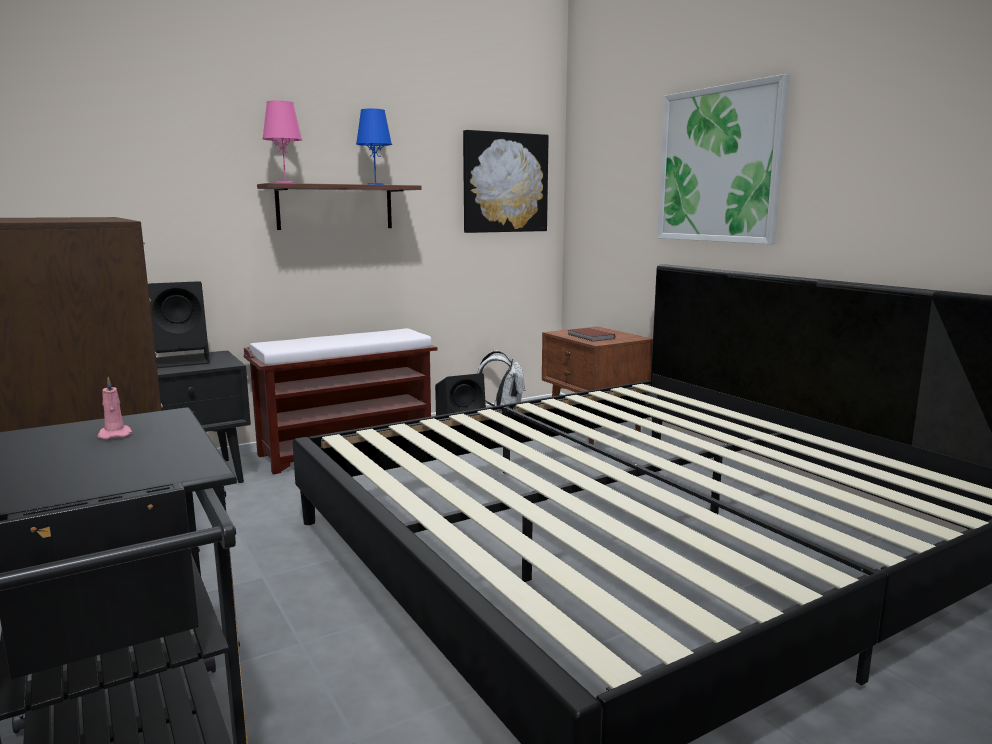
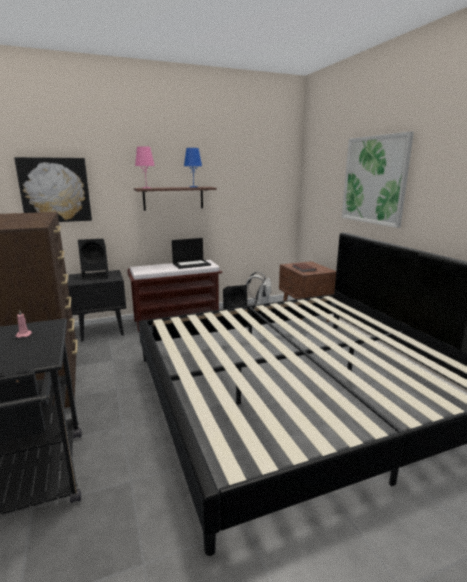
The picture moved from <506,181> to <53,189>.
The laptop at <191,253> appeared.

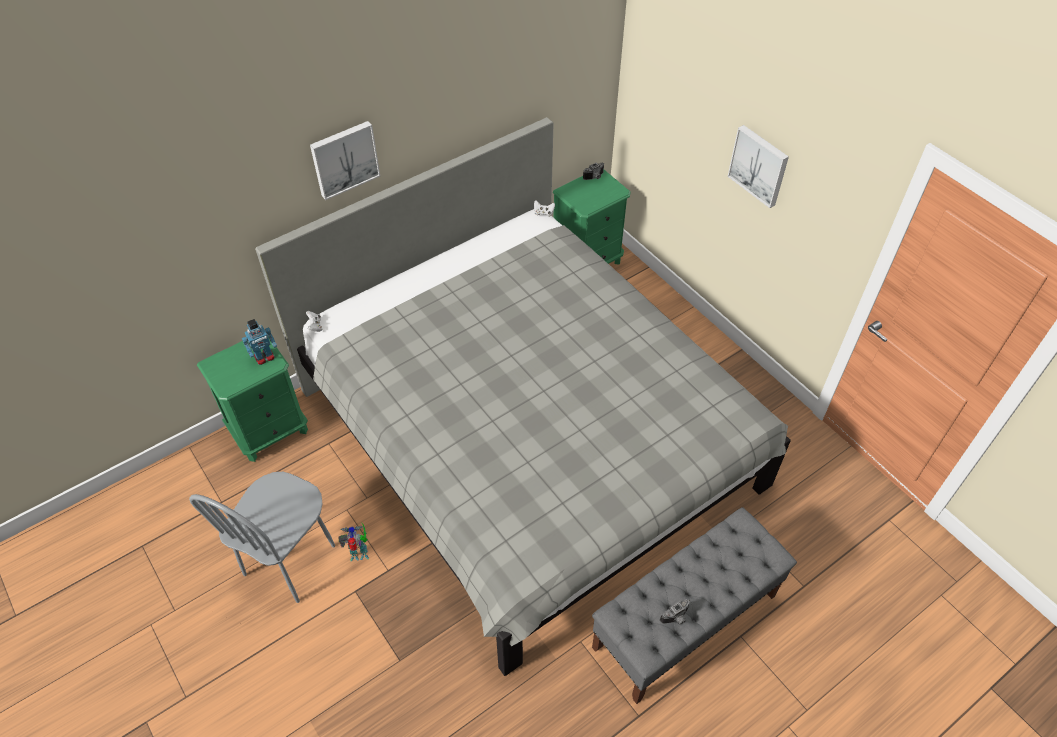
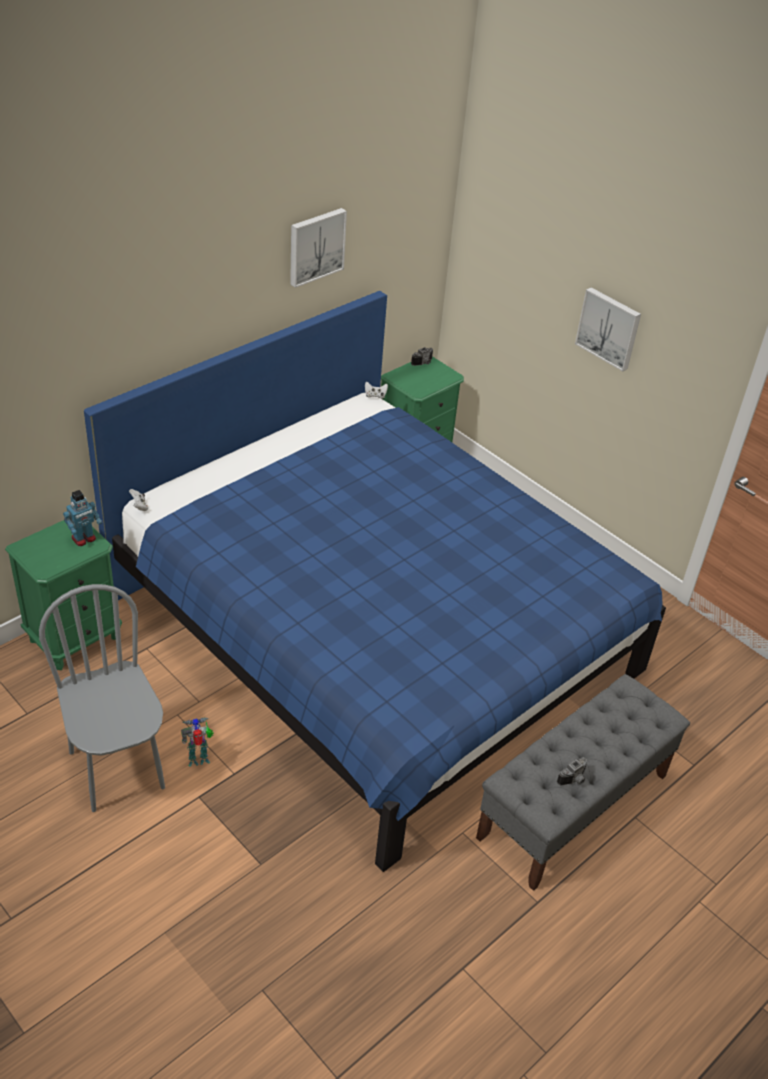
The grey bed at <523,396> became the blue bed at <375,581>.
The picture moved from <345,160> to <318,248>.
The grey chair at <262,537> turned 135 degrees clockwise.

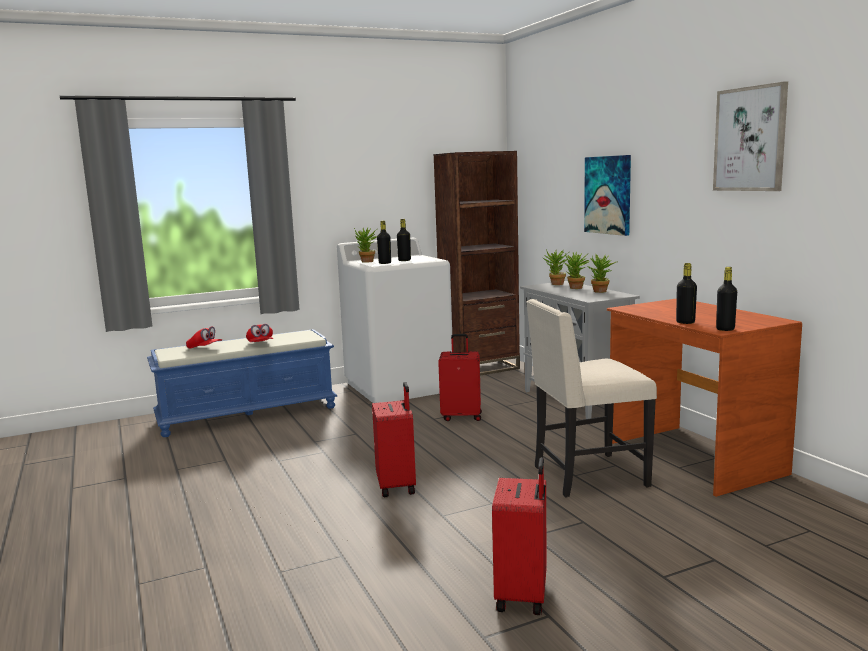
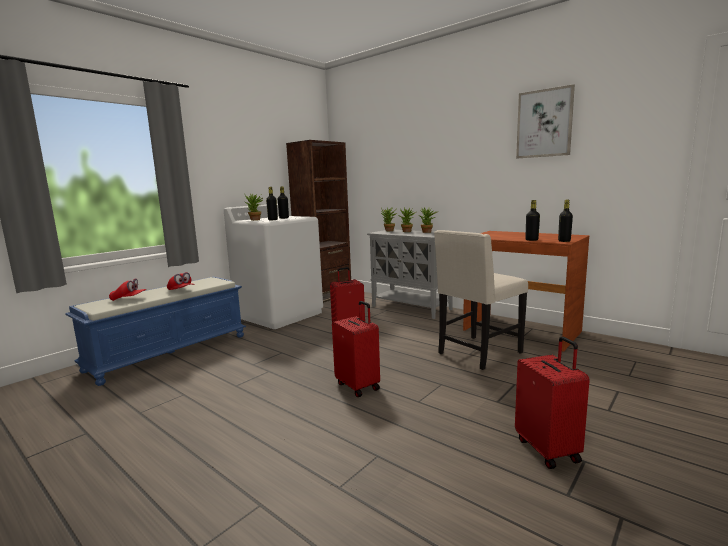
The picture at <607,195> disappeared.

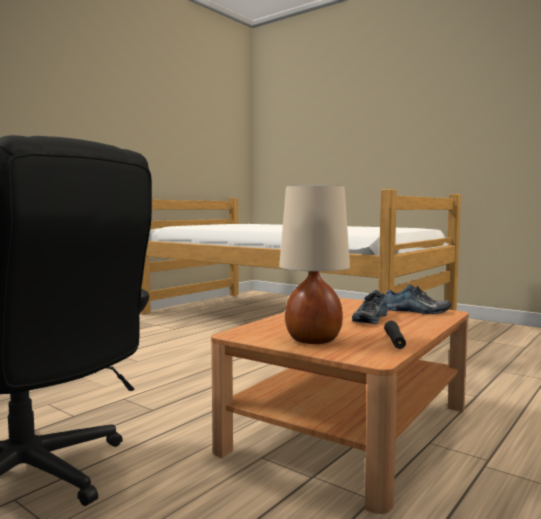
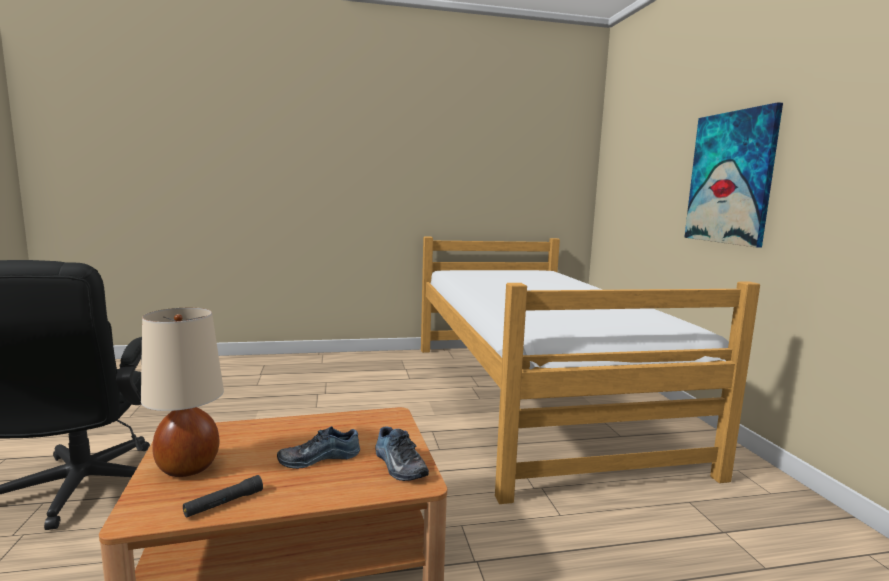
The picture at <733,175> appeared.

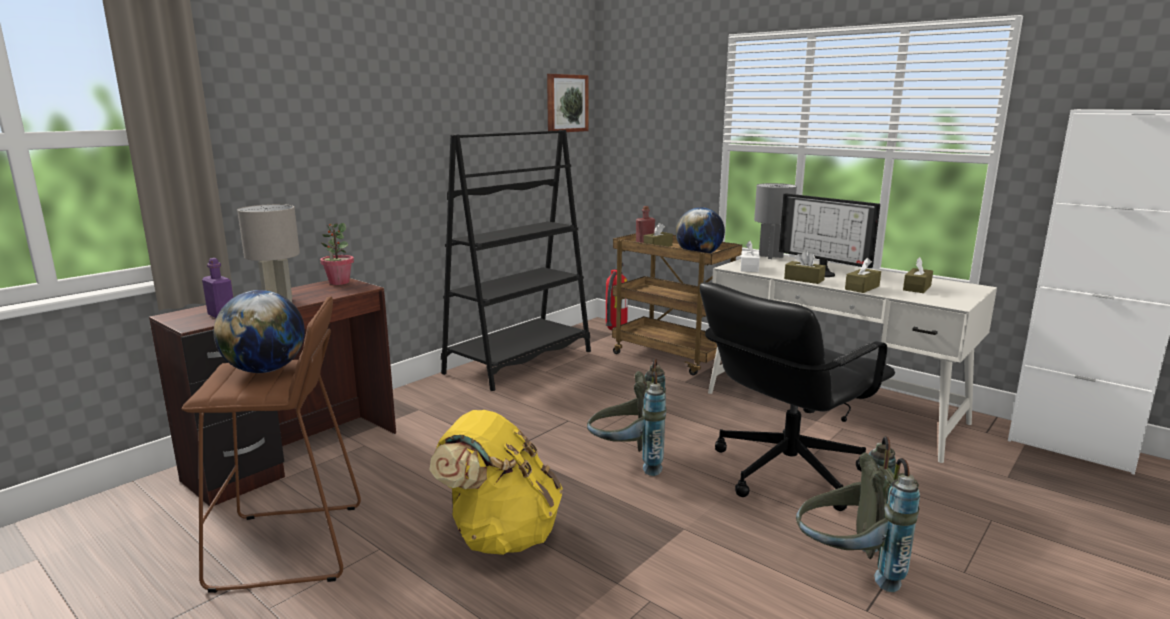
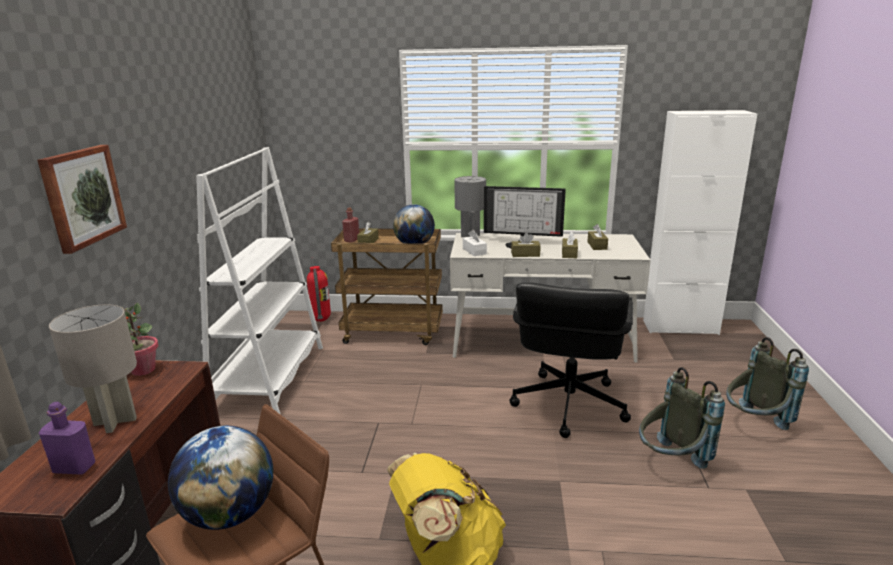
The picture moved from <568,103> to <82,199>.
The black bookcase at <516,260> became the white bookcase at <259,281>.
The grey backpack moved from <626,417> to <767,383>.

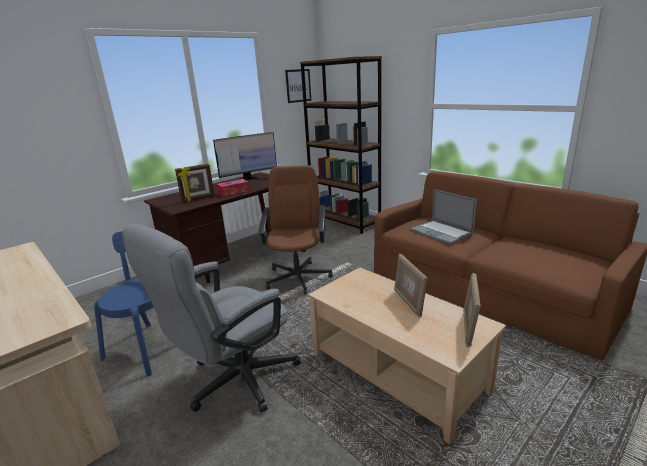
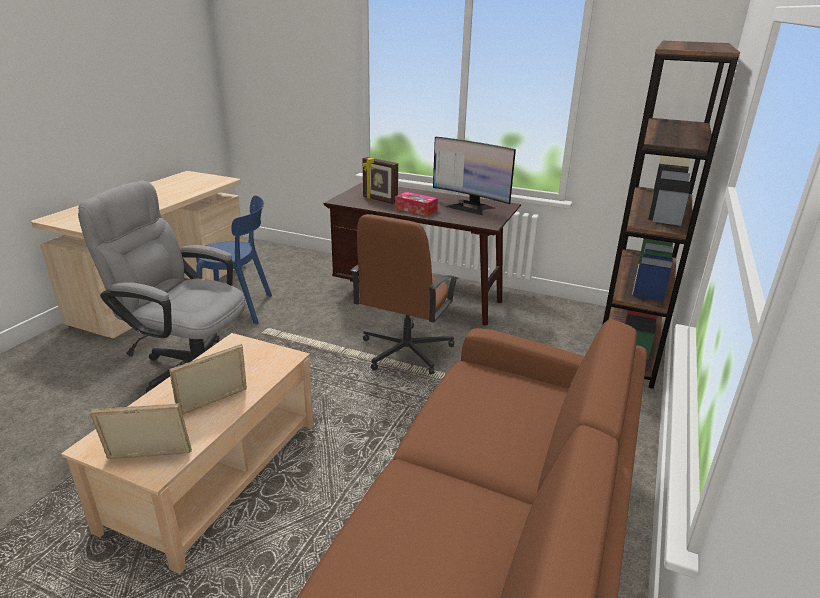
The picture at <298,86> disappeared.
The brown office chair at <295,230> turned 135 degrees clockwise.
The laptop at <443,216> disappeared.

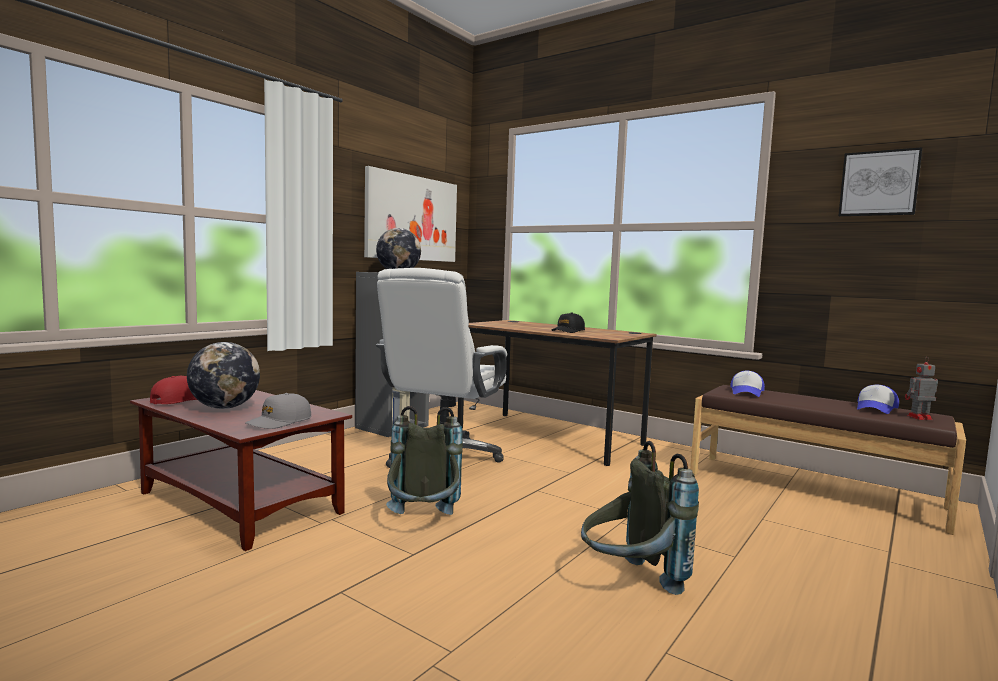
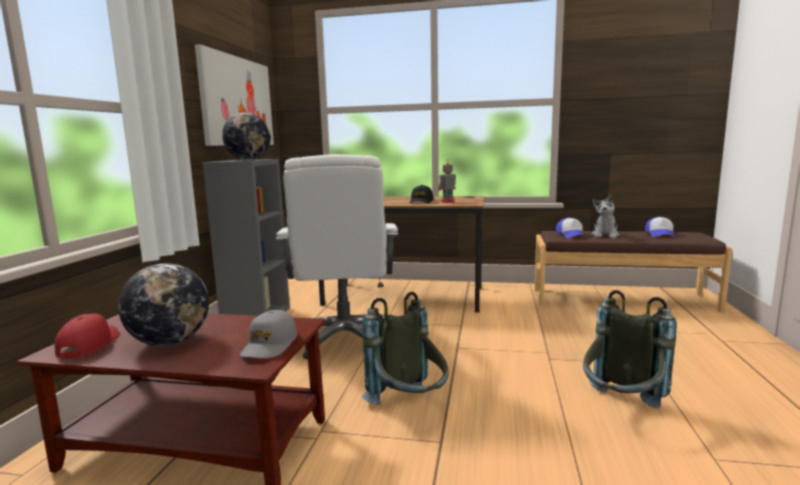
The picture at <880,181> disappeared.
The toy robot moved from <921,389> to <447,181>.
The plush toy at <605,216> appeared.

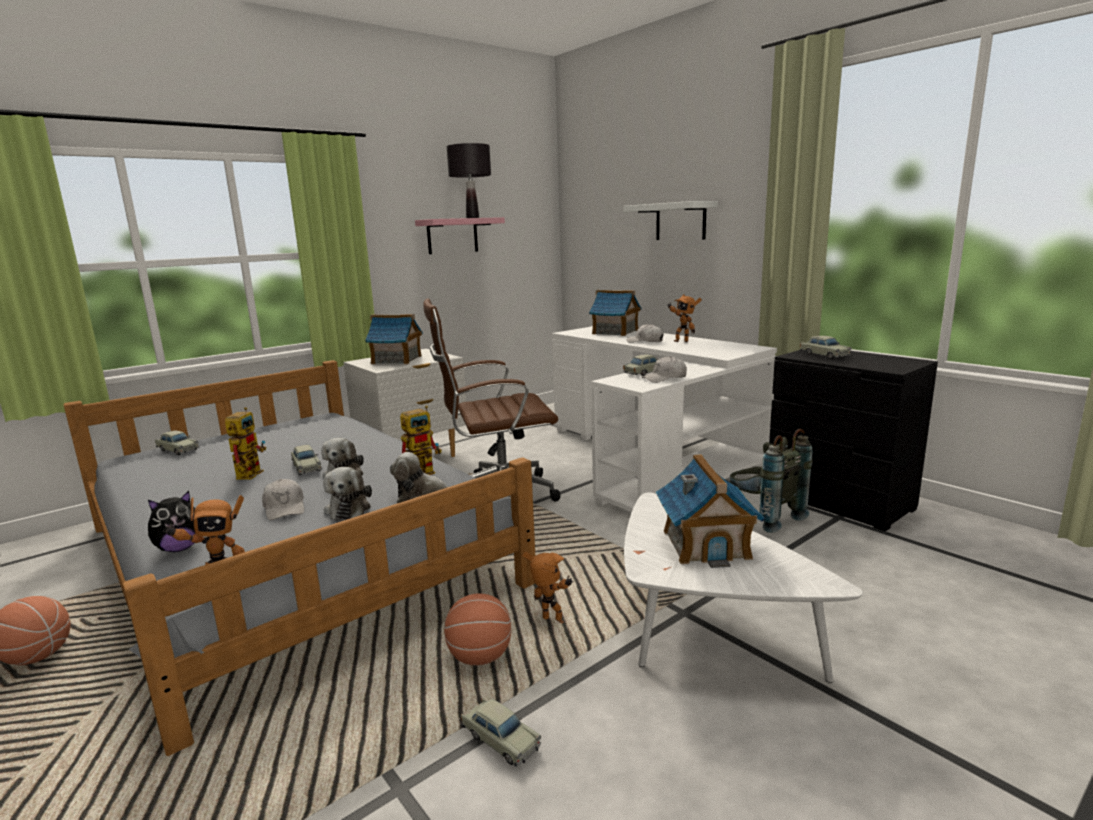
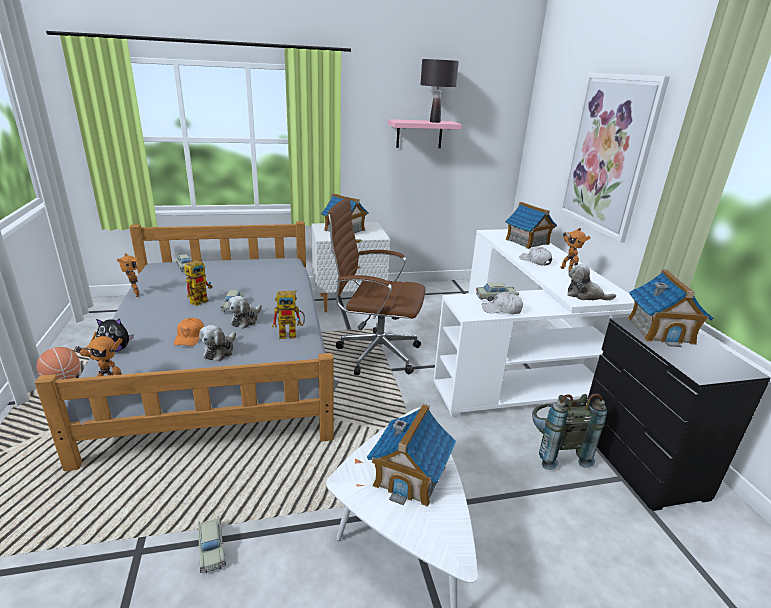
The white shelf at <671,220> was replaced by the picture at <614,158>.
The beige toy car at <826,347> was replaced by the toy house at <670,308>.
The plush toy moved from <419,477> to <591,282>.
The white cap at <283,499> became the orange cap at <189,332>.
The toy robot moved from <548,587> to <128,275>.
The basketball at <477,629> disappeared.

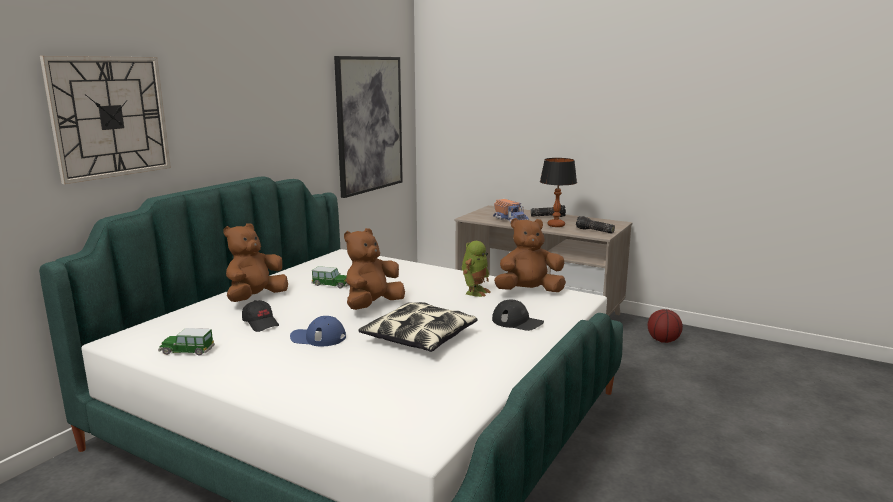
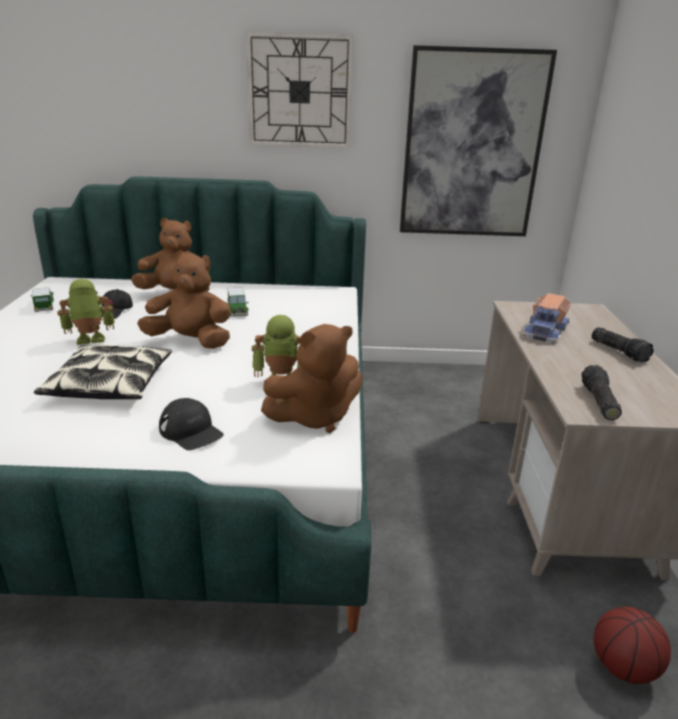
The wall clock moved from <105,120> to <299,90>.
The table lamp at <558,192> disappeared.
The brown plush toy at <530,255> turned 105 degrees clockwise.
The black cap at <518,315> turned 45 degrees counterclockwise.
The blue cap at <318,331> was replaced by the toy robot at <86,312>.

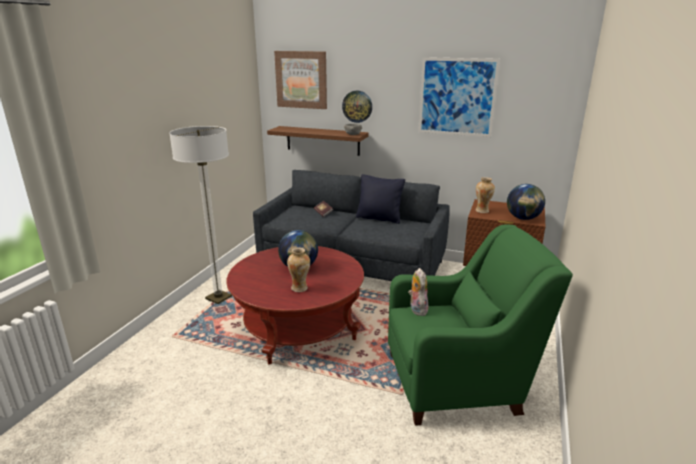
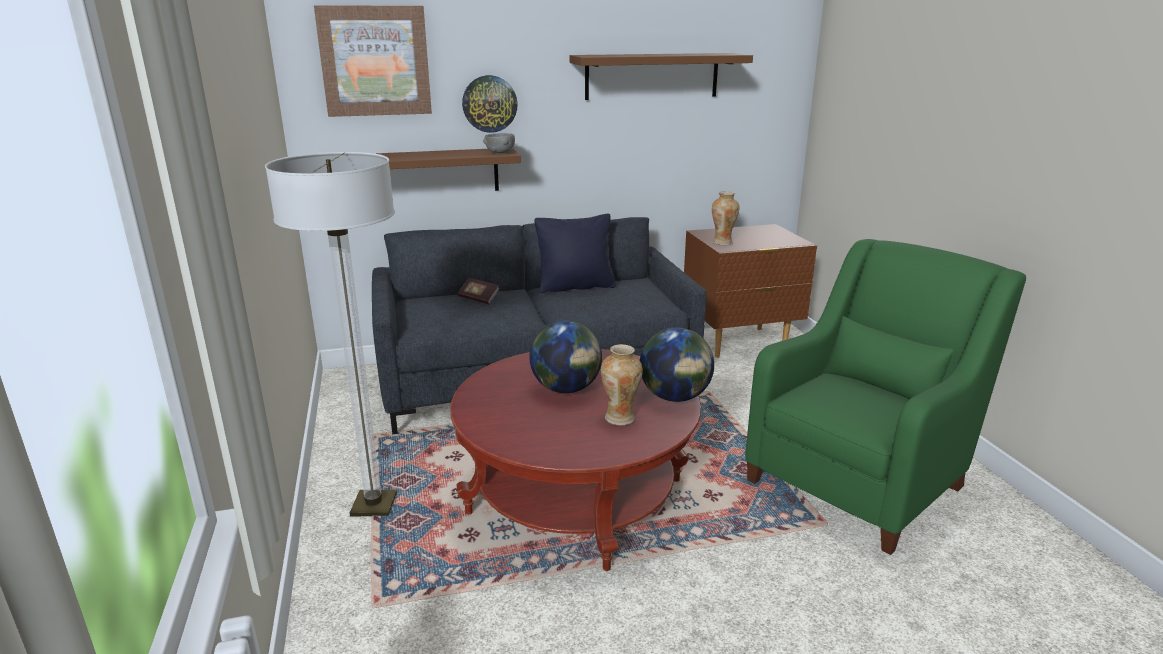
The picture at <459,97> was replaced by the brown shelf at <661,76>.
The globe moved from <526,202> to <677,365>.
The plush toy at <418,292> disappeared.

